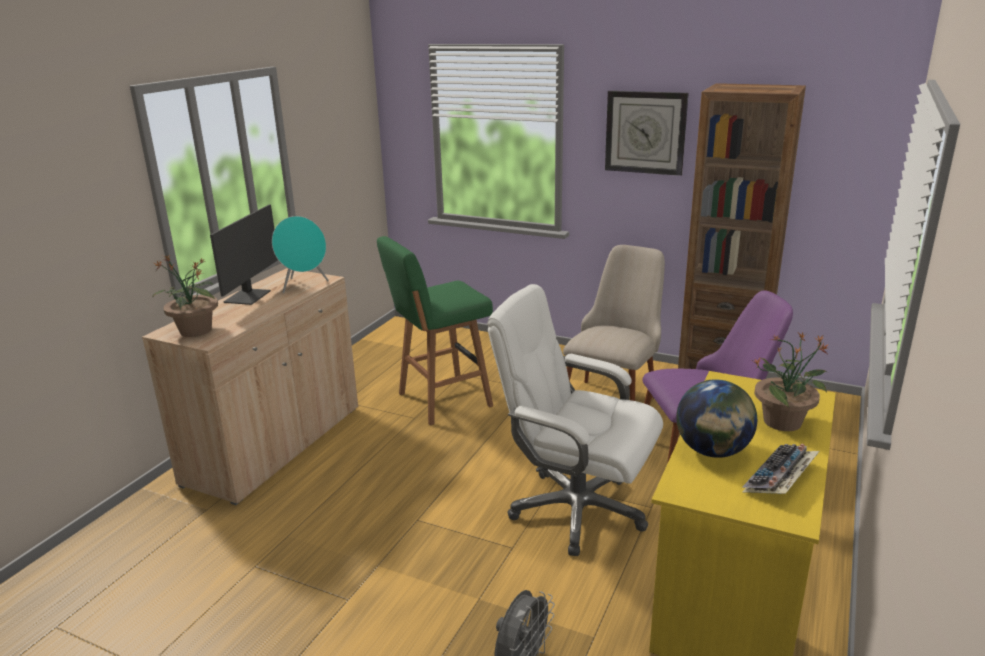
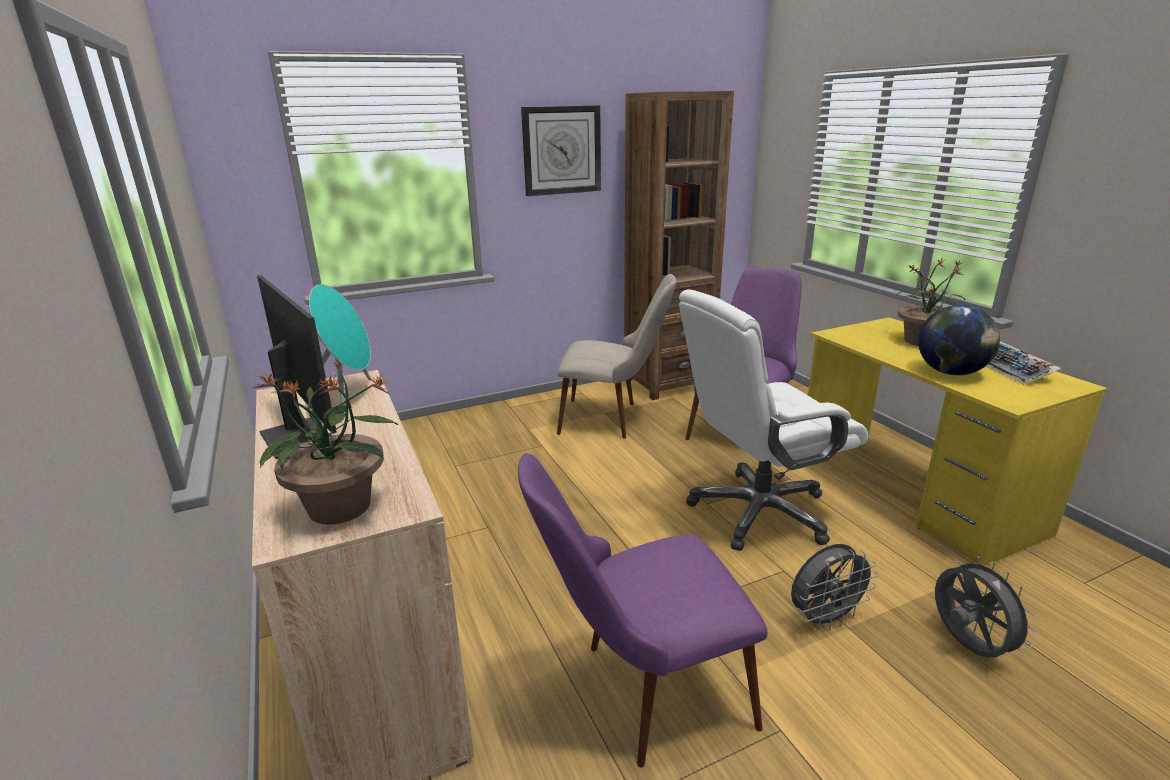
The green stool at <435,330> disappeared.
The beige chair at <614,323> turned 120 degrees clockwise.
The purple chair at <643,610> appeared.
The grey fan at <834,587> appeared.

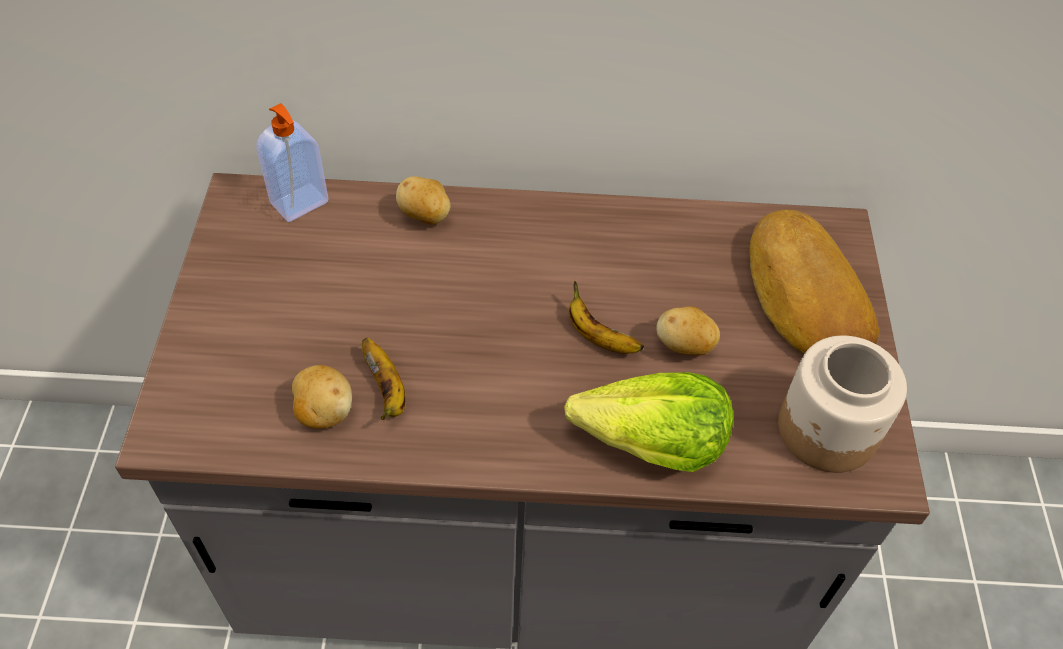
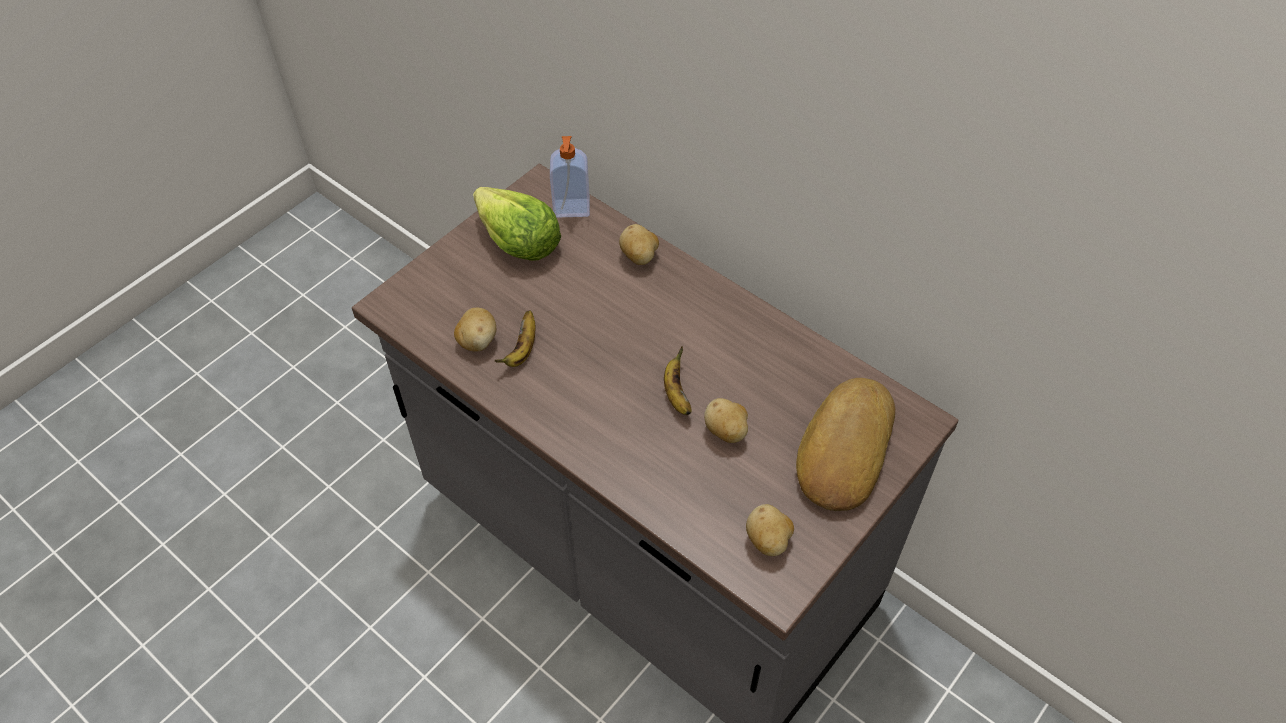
The jar at <842,404> was replaced by the potato at <770,530>.
The lettuce moved from <648,422> to <517,224>.

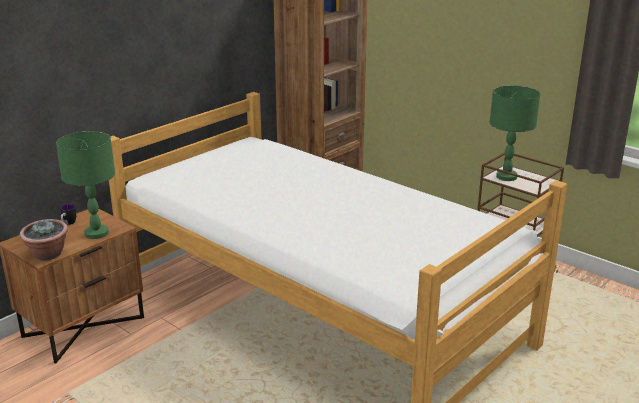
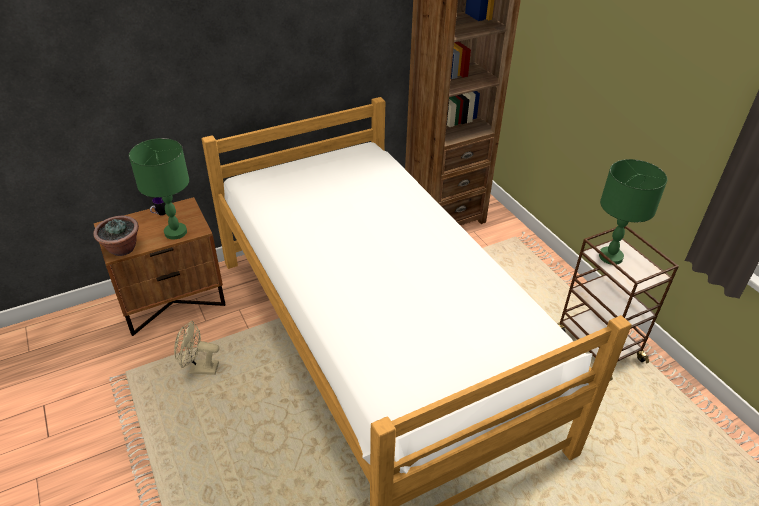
The beige fan at <196,348> appeared.

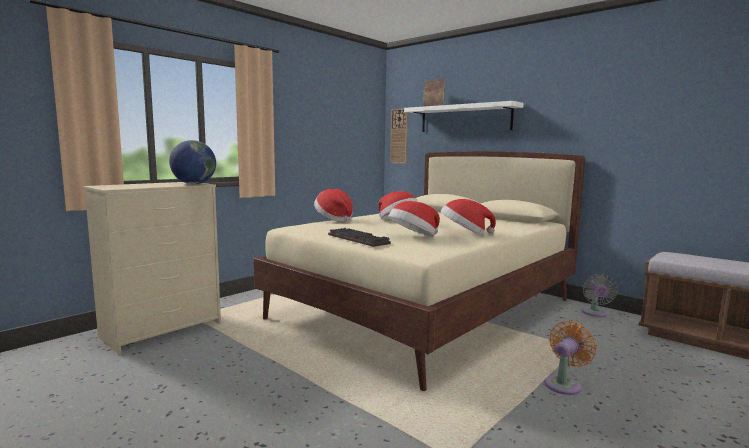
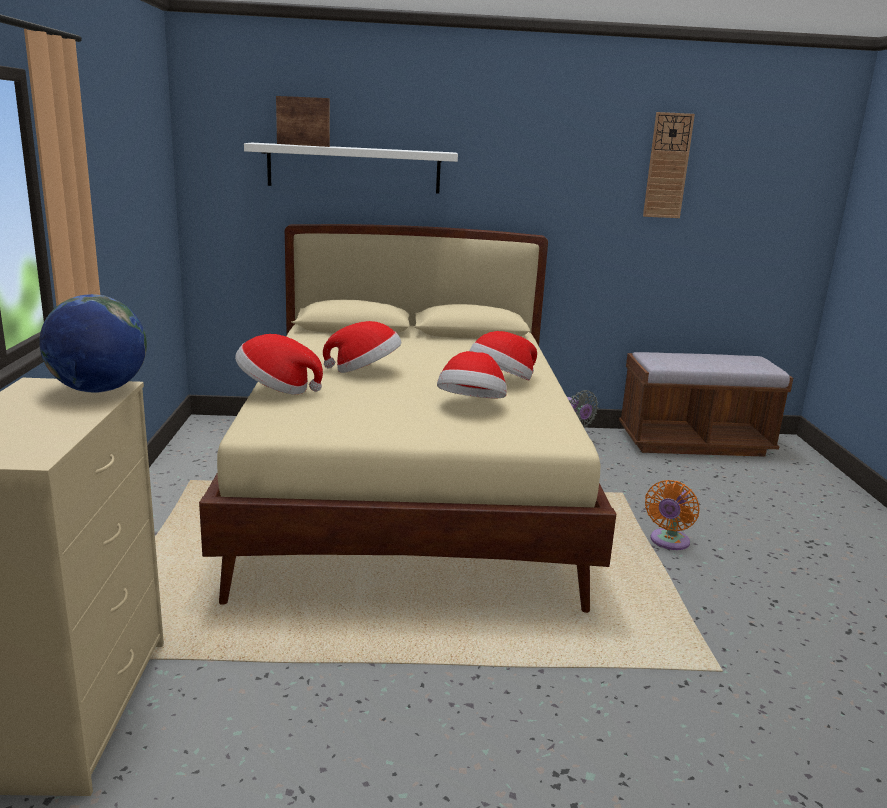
The wall clock moved from <399,136> to <669,165>.
The keyboard at <359,237> disappeared.
The orange fan at <571,358> turned 150 degrees counterclockwise.

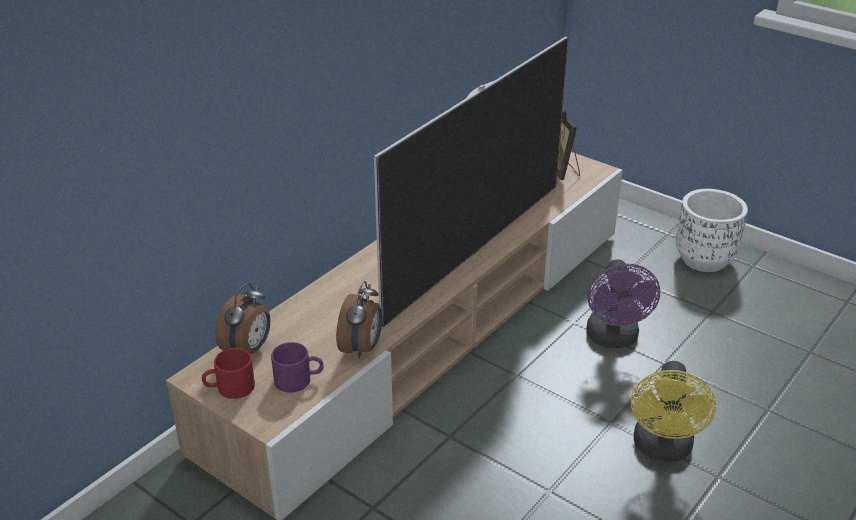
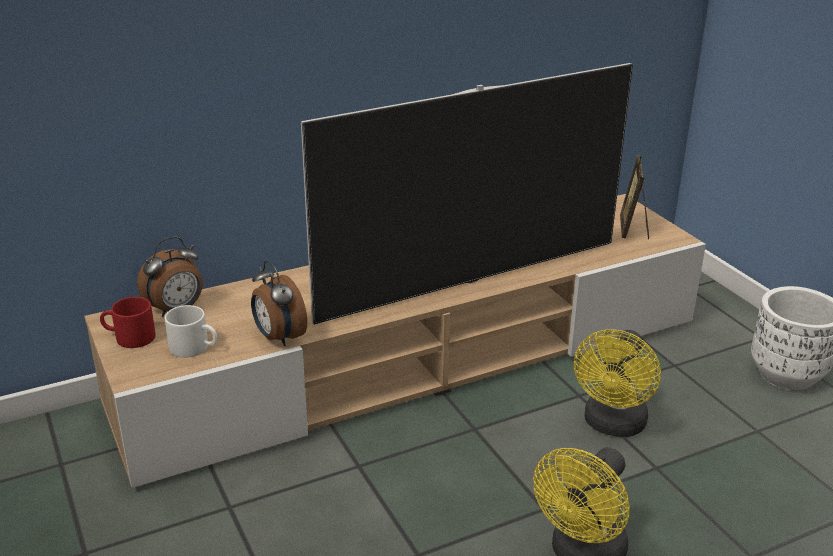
The purple fan at <623,303> became the yellow fan at <617,383>.
The alarm clock at <359,320> turned 105 degrees clockwise.
The purple mug at <297,367> became the white mug at <191,331>.

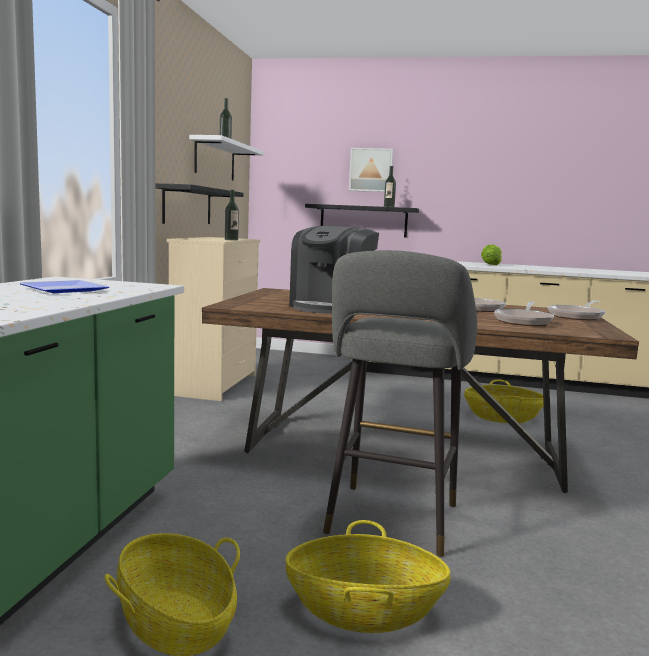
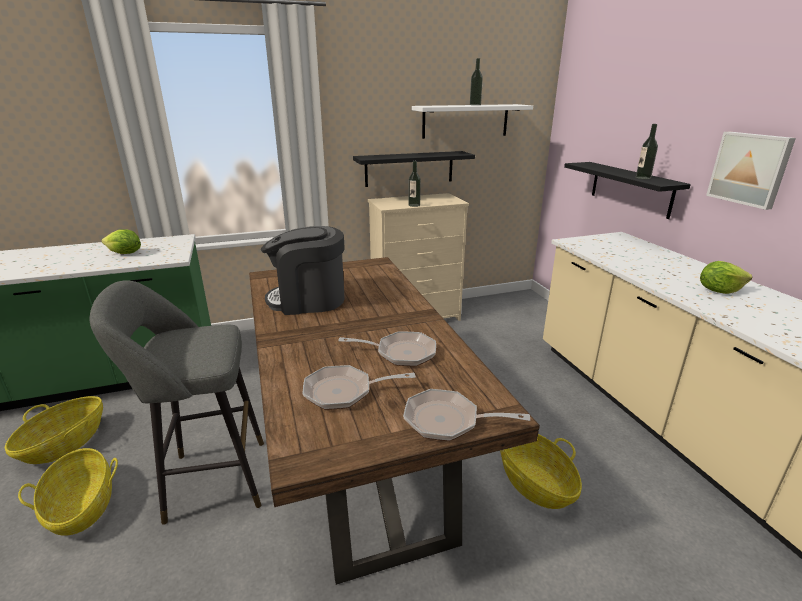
The picture moved from <371,170> to <751,171>.
The plate at <64,286> was replaced by the lettuce at <121,241>.

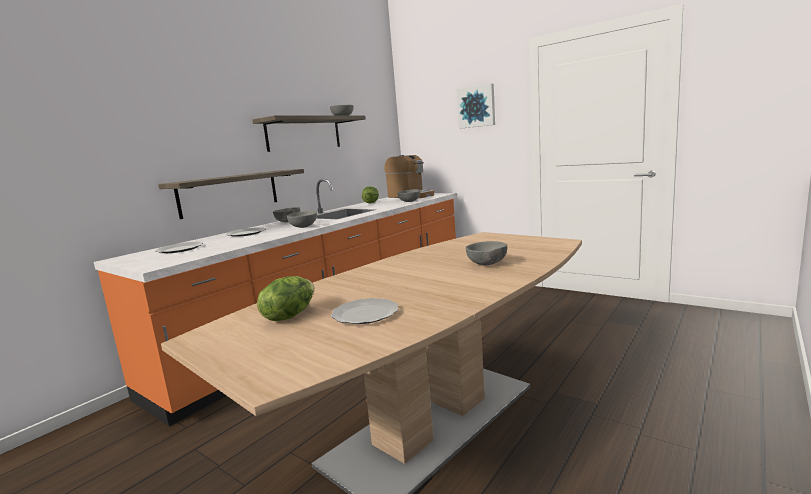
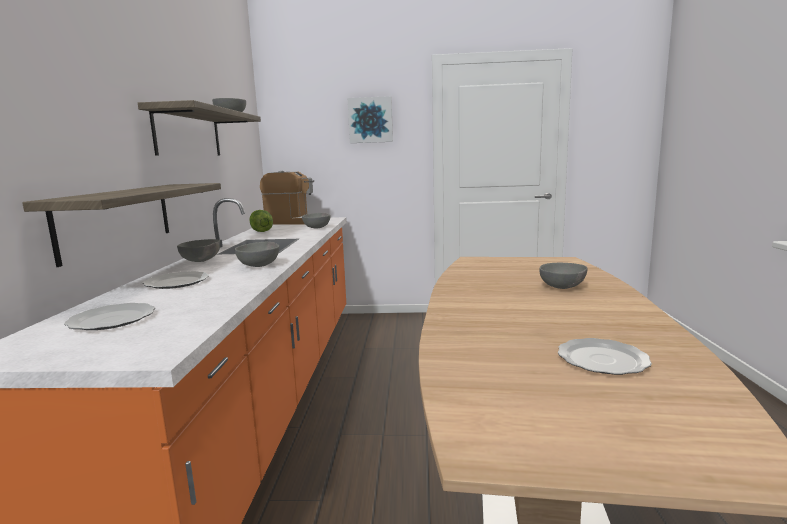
The lettuce at <285,298> disappeared.

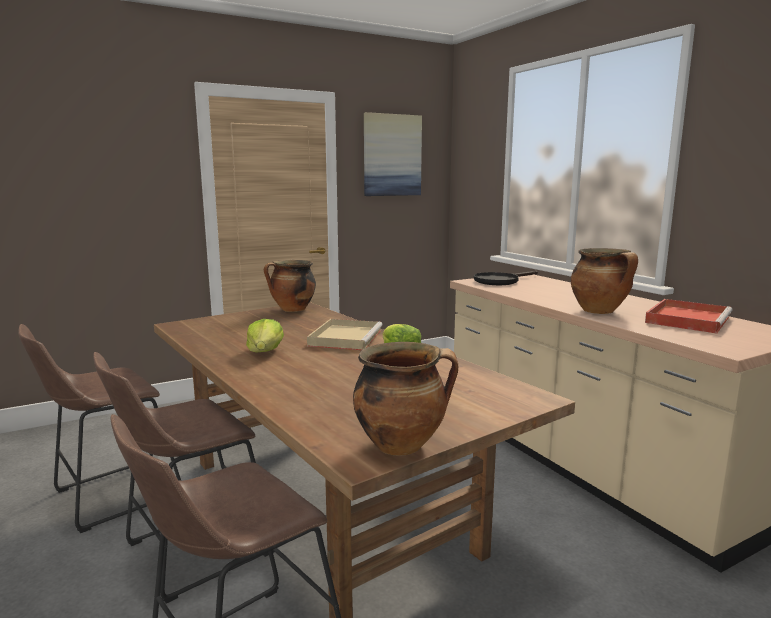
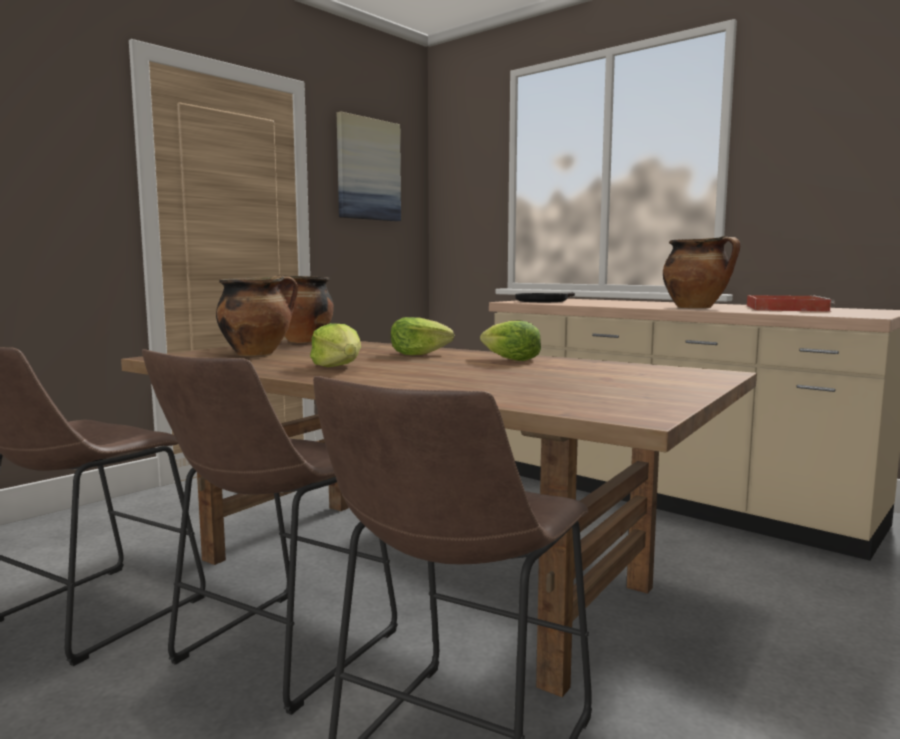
The beige tray at <345,334> was replaced by the lettuce at <422,336>.
The cooking pot moved from <405,399> to <257,316>.

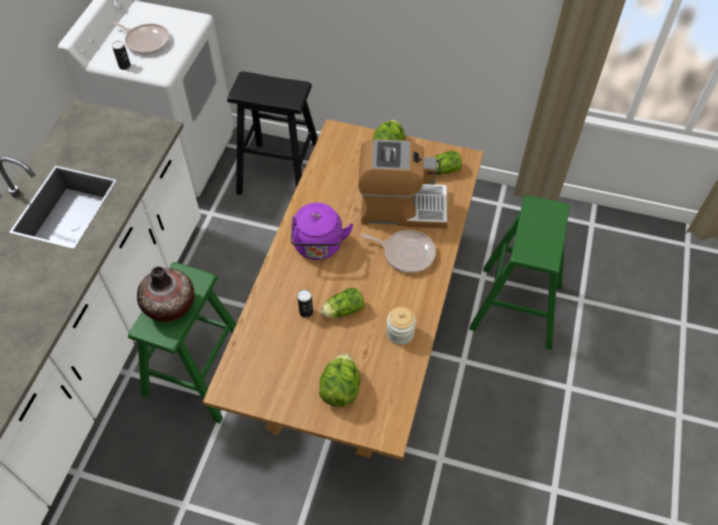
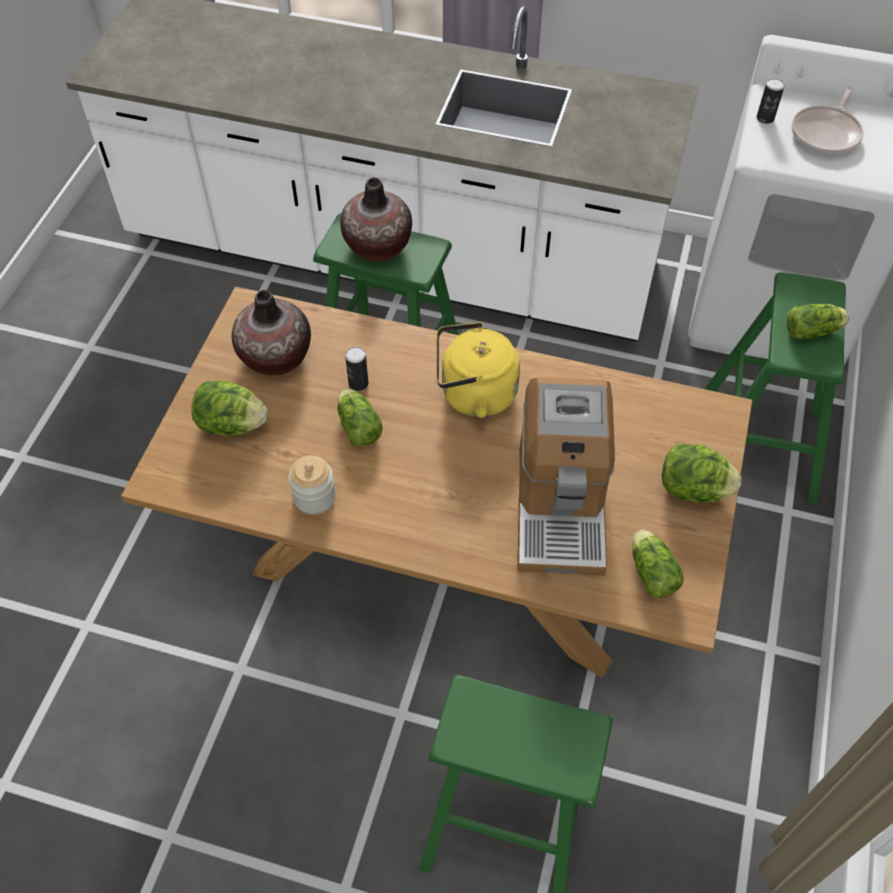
The black stool at <272,133> became the green stool at <775,388>.
The purple kettle at <321,231> became the yellow kettle at <478,370>.
The frying pan at <398,251> disappeared.
The vase at <271,332> appeared.
The lettuce at <818,321> appeared.

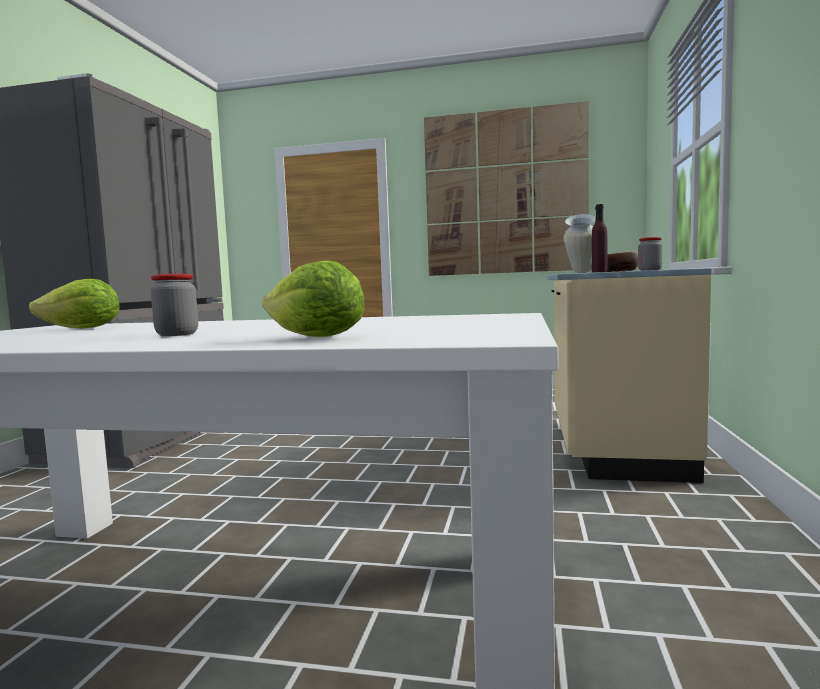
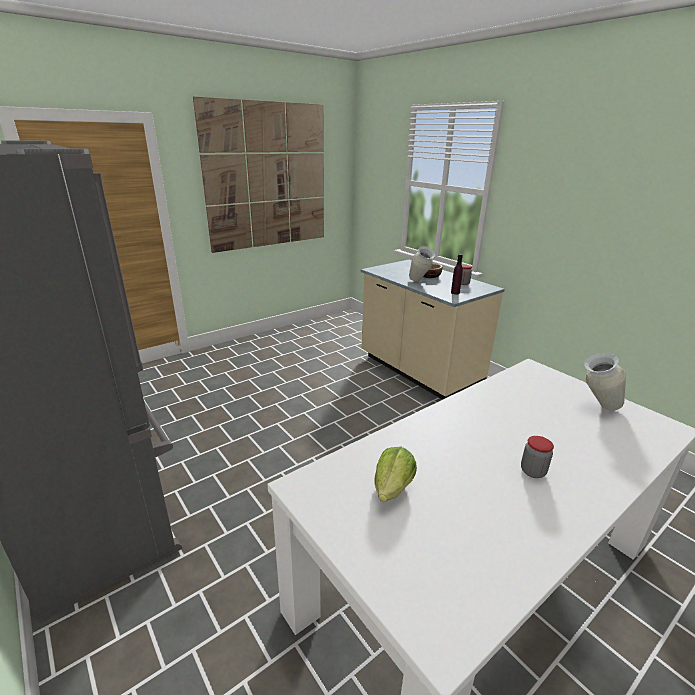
The lettuce at <313,298> disappeared.
The vase at <605,382> appeared.

